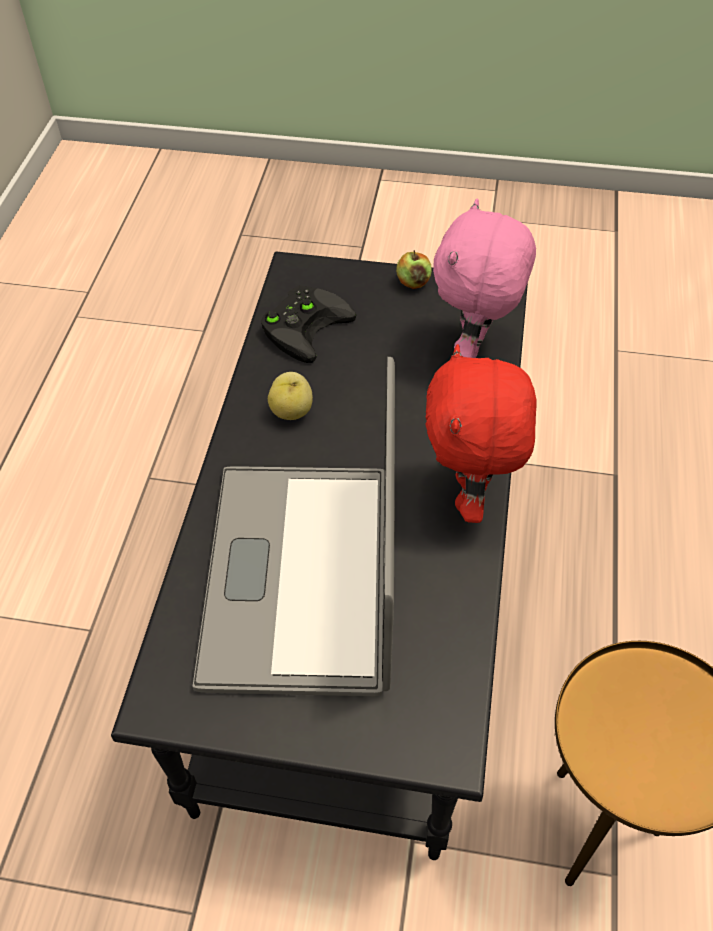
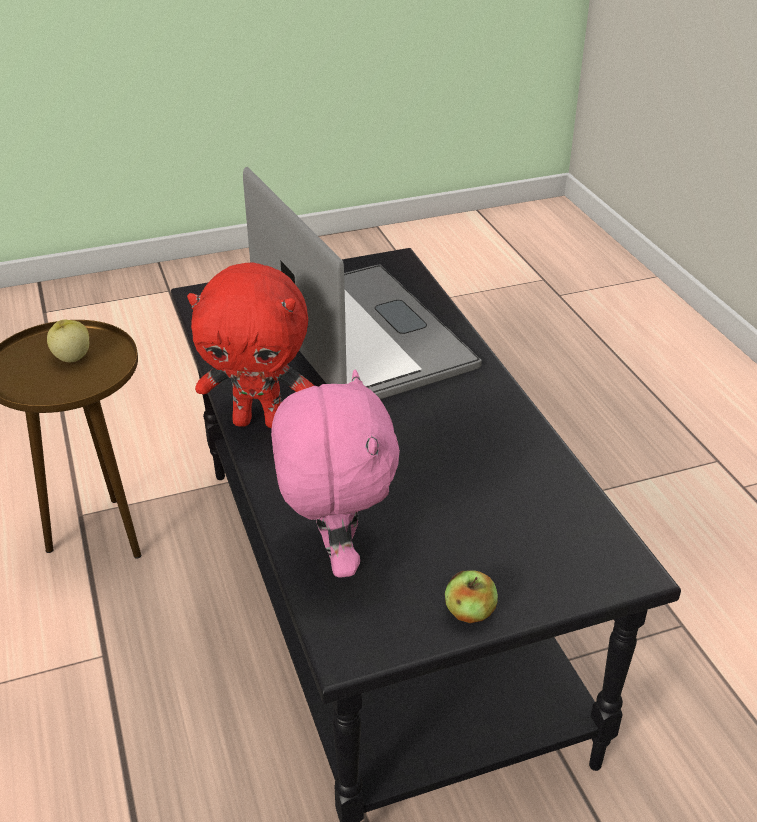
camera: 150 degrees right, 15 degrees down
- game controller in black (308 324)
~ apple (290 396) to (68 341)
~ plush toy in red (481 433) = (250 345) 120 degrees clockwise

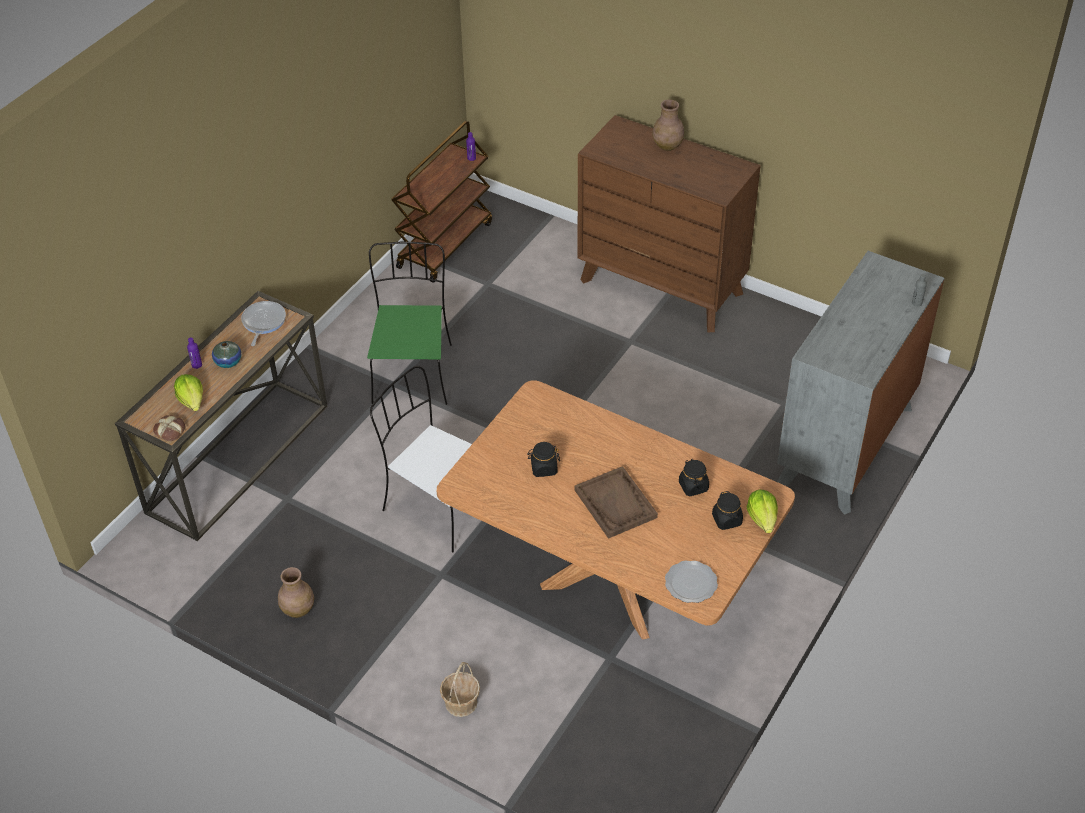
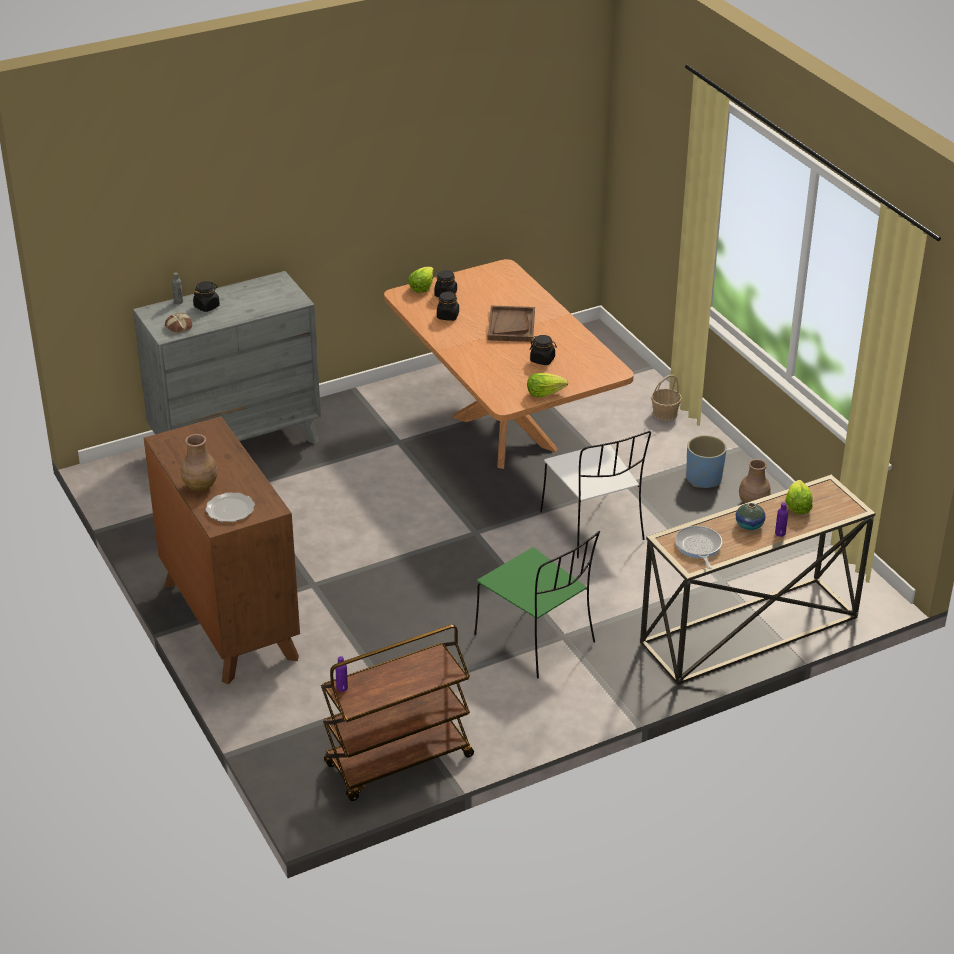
camera: 150 degrees left, 10 degrees down
+ jar in black (206 296)
+ lettuce (547 385)
+ planter in blue (706 461)
~ bread (169 428) to (178 323)
~ plate (691 582) to (230 507)
~ frying pan (263 323) = (698 547) 135 degrees clockwise
~ chair in green (409 323) = (537 605) 75 degrees counterclockwise

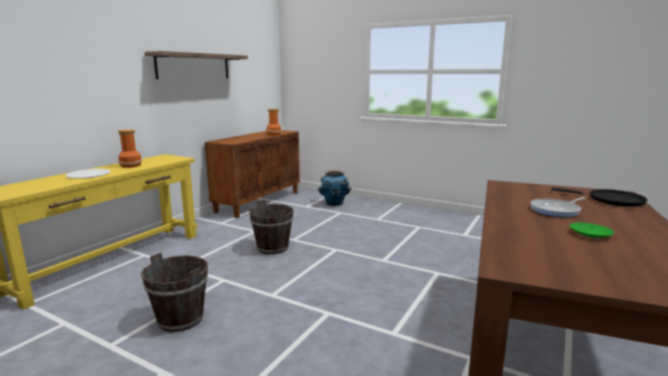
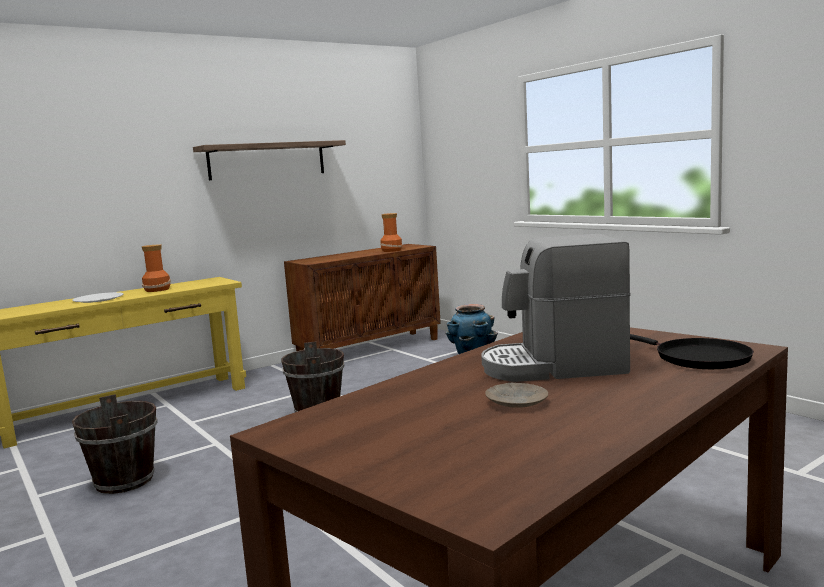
camera: 25 degrees right, 5 degrees down
~ frying pan (558 207) to coffee machine (556 308)
~ plate in green (592 230) to plate in beige (516 395)

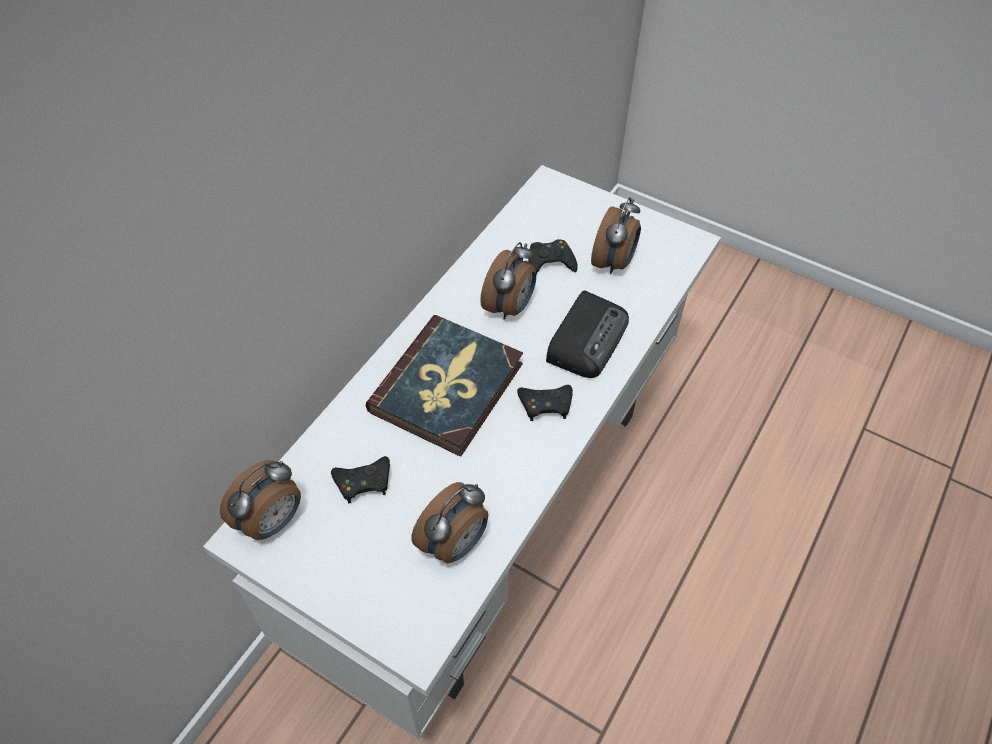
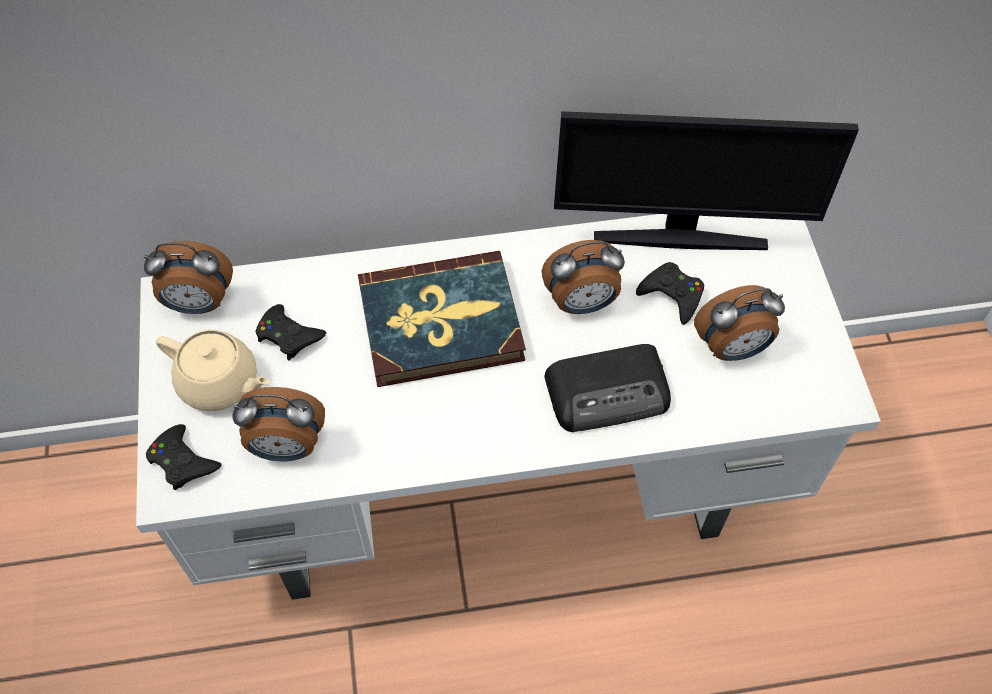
camera: 50 degrees right, 5 degrees up
+ teapot in beige (213 370)
+ monitor (706 180)
~ game controller in black (545 403) to (183 457)

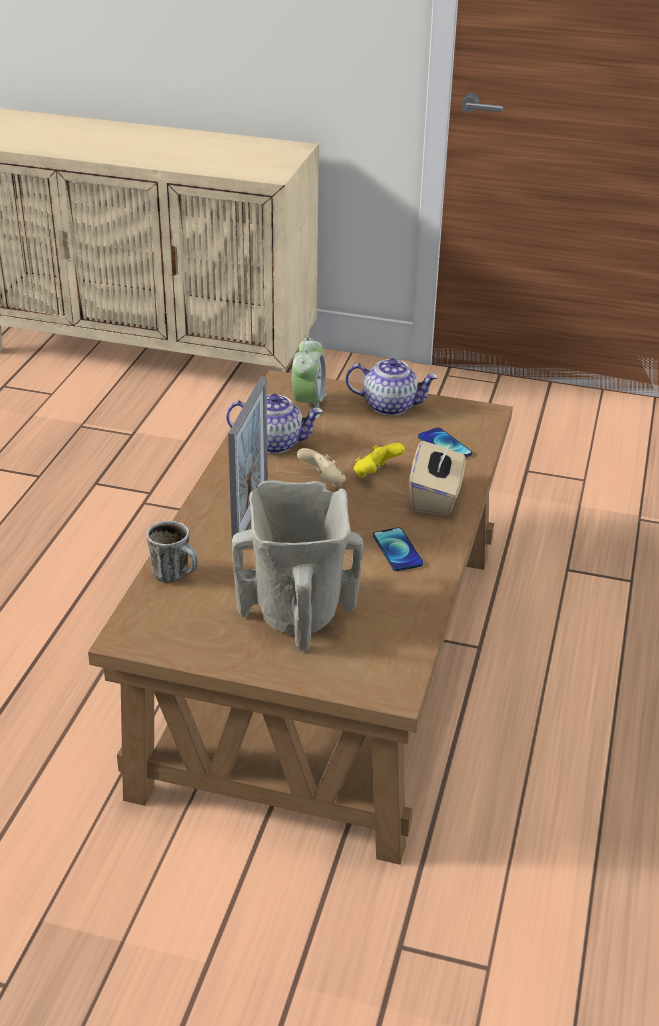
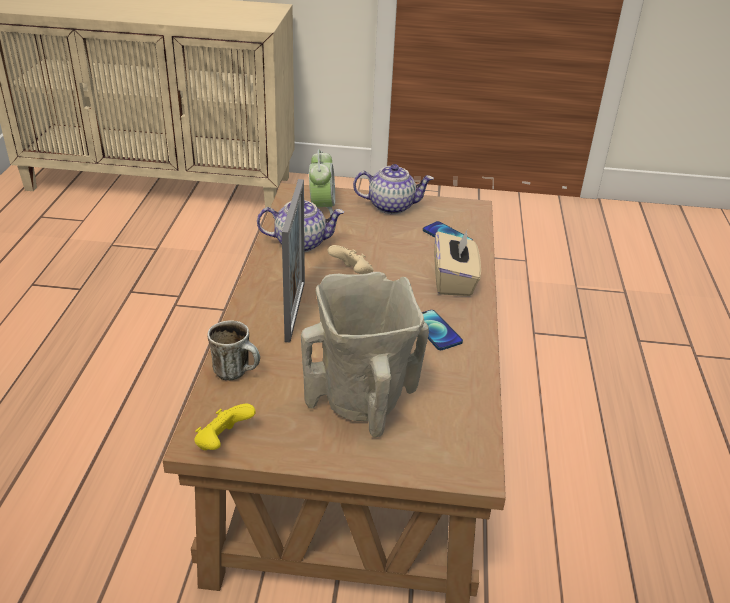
camera: 10 degrees left, 0 degrees up
~ game controller in yellow (379 460) to (225 427)

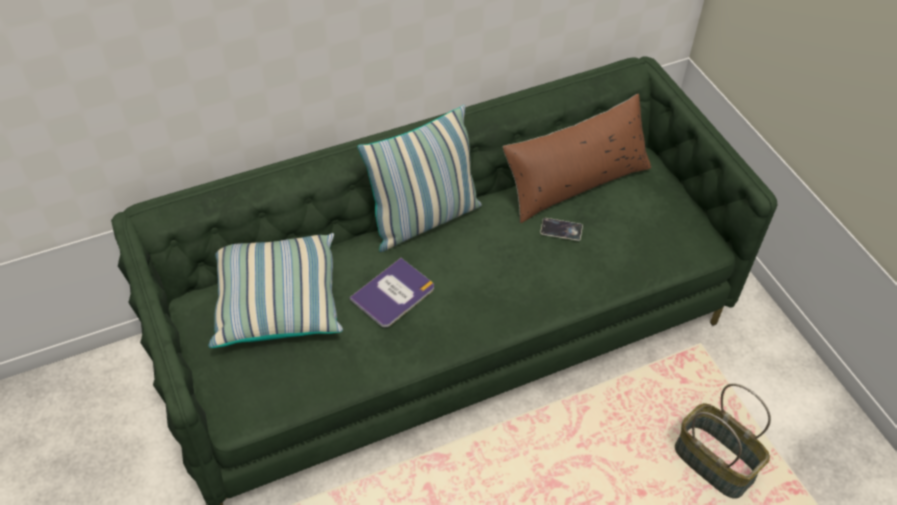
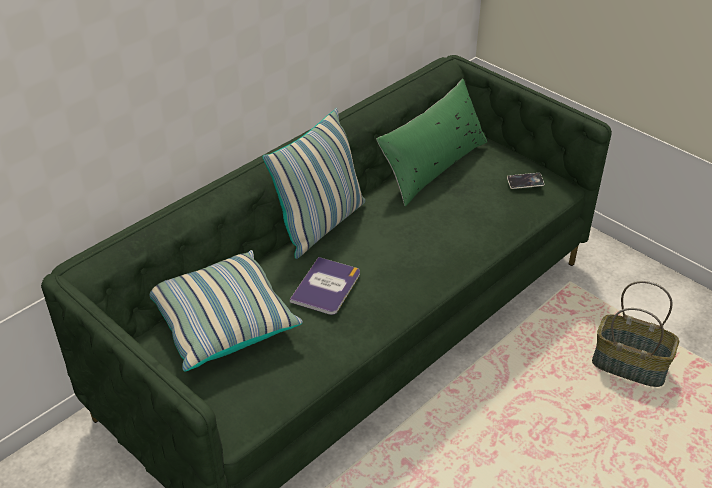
camera: 20 degrees left, 10 degrees down
~ phone (561 229) to (525 181)
~ pillow in brown (577 158) to pillow in green (431 142)

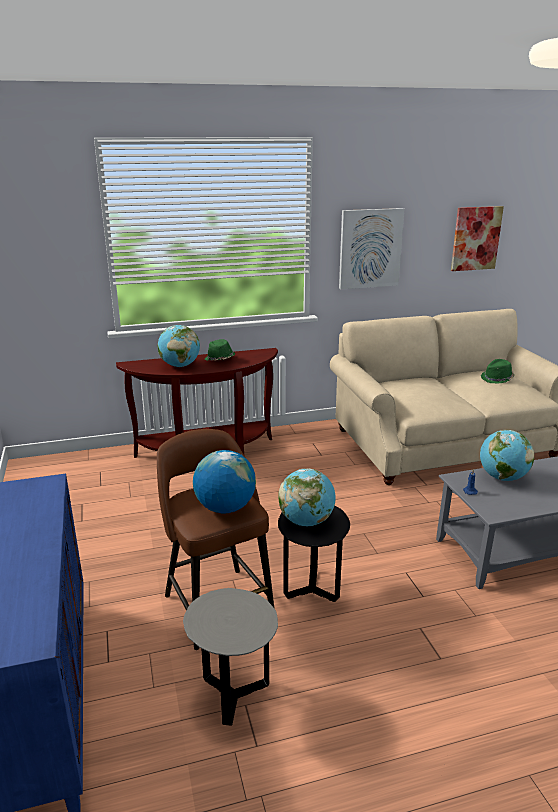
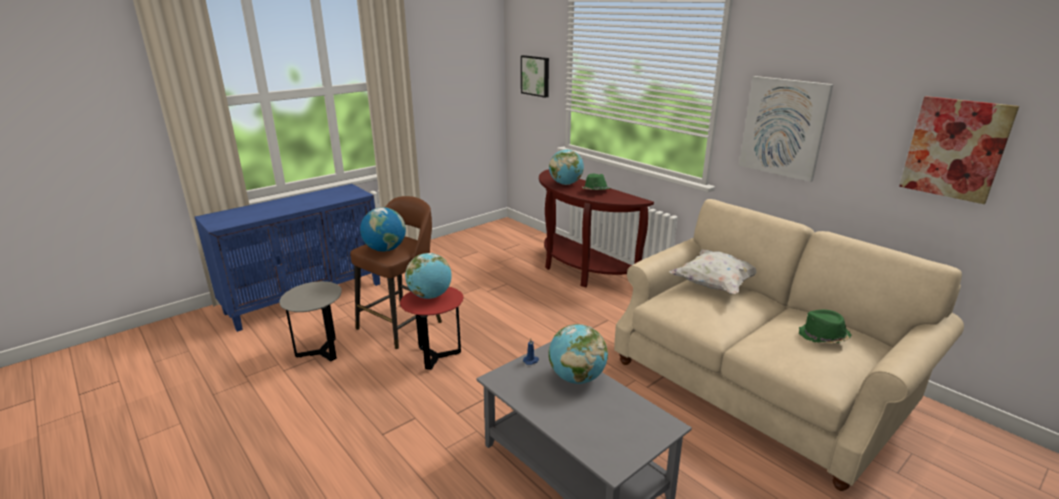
camera: 65 degrees right, 0 degrees up
+ picture (535 76)
+ pillow in white (713 272)
~ side table in black (314 554) to side table in red (432 328)

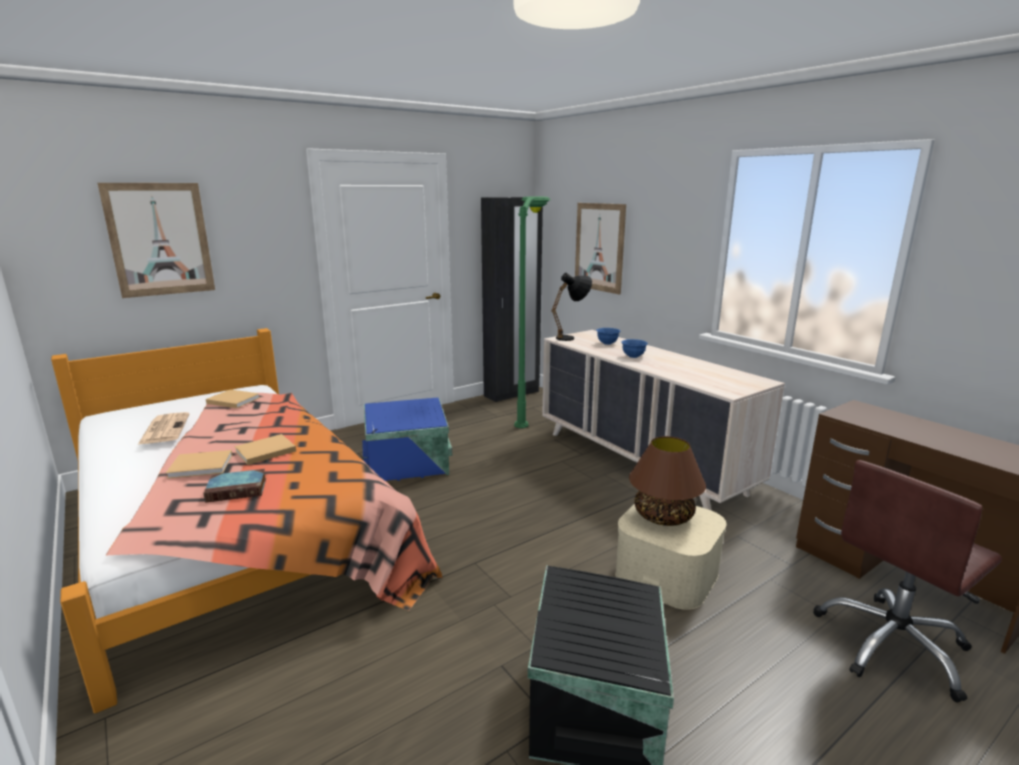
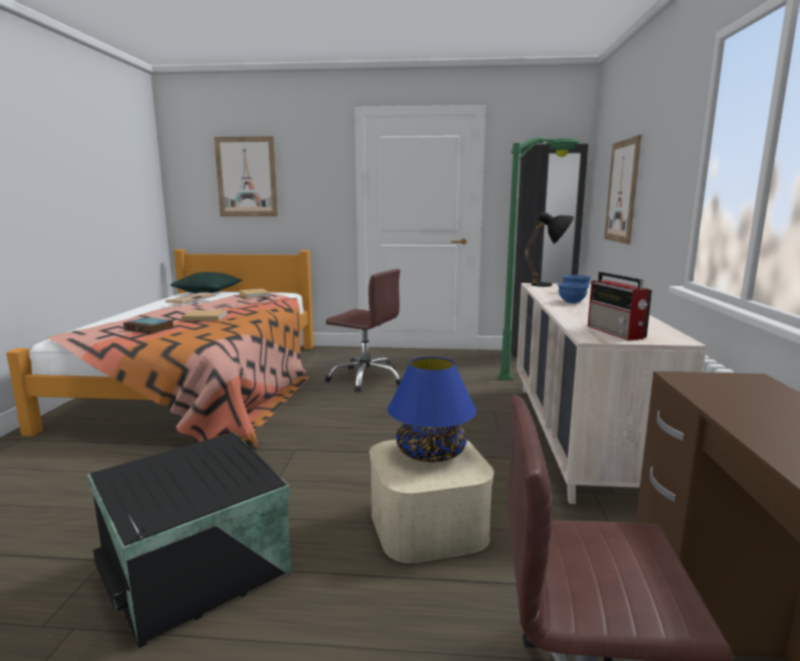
camera: 40 degrees right, 5 degrees down
- book in beige (199 464)
+ pillow in green (206 282)
+ radio (620 306)
~ storage box in blue (407 439) to office chair in brown (363 331)
~ table lamp in brown (667 481) to table lamp in blue (431 409)

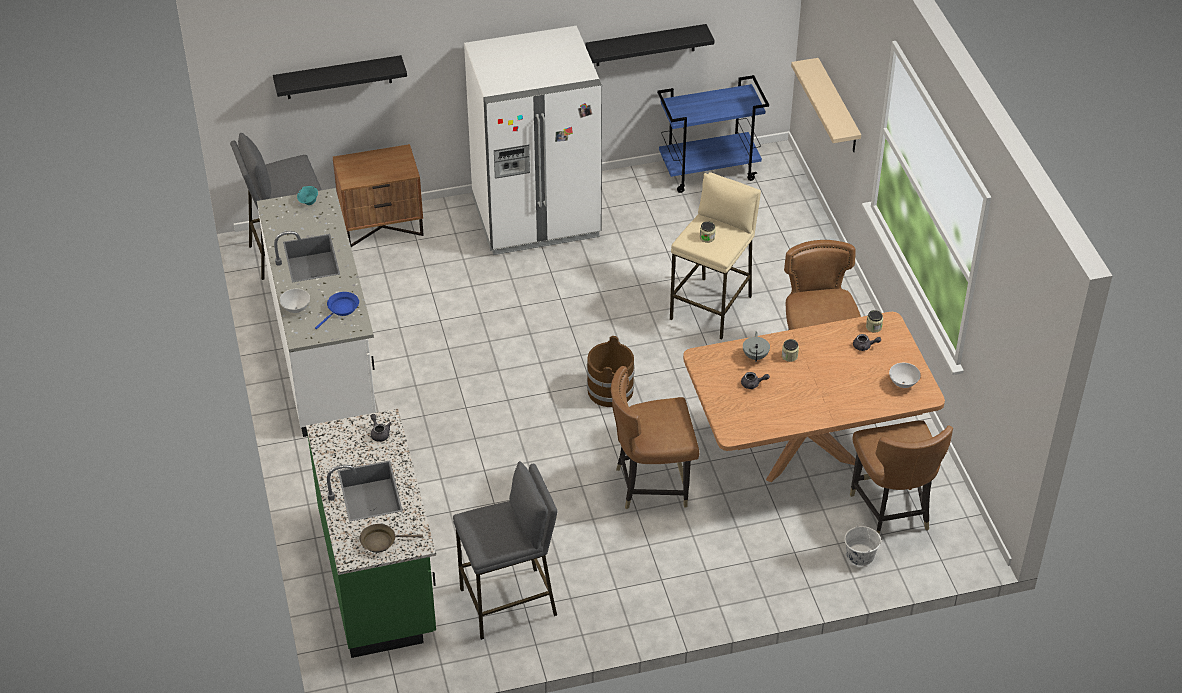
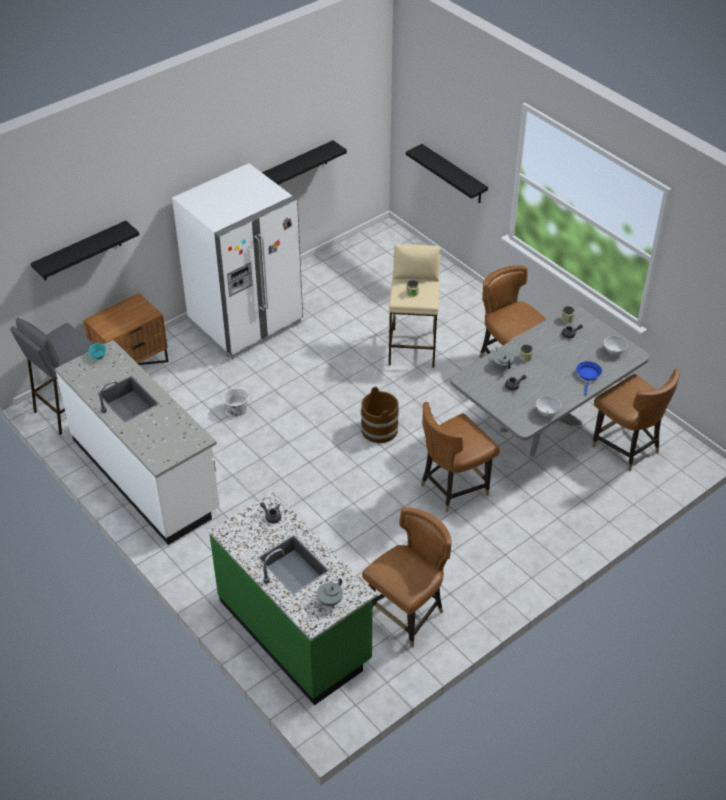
camera: 25 degrees left, 0 degrees up
- cart in blue (713 134)
~ bowl in white (295 301) to (548 406)
~ frying pan in blue (337 311) to (589 378)
~ bucket in white (862 544) to (236 400)
~ frying pan in brown (391 538) to teapot in grey (329 592)
~ stool in grey (505 550) to chair in brown (407 577)
~ dining table in brown (814 397) to dining table in grey (549 381)
~ shelf in beige (826 105) to shelf in black (447 173)

